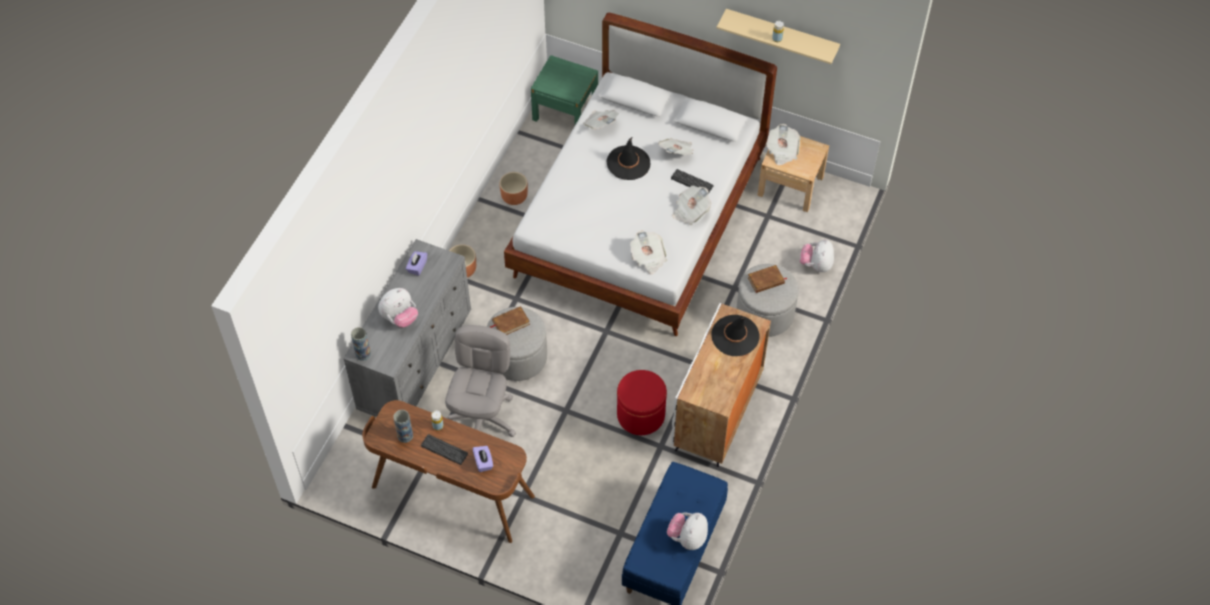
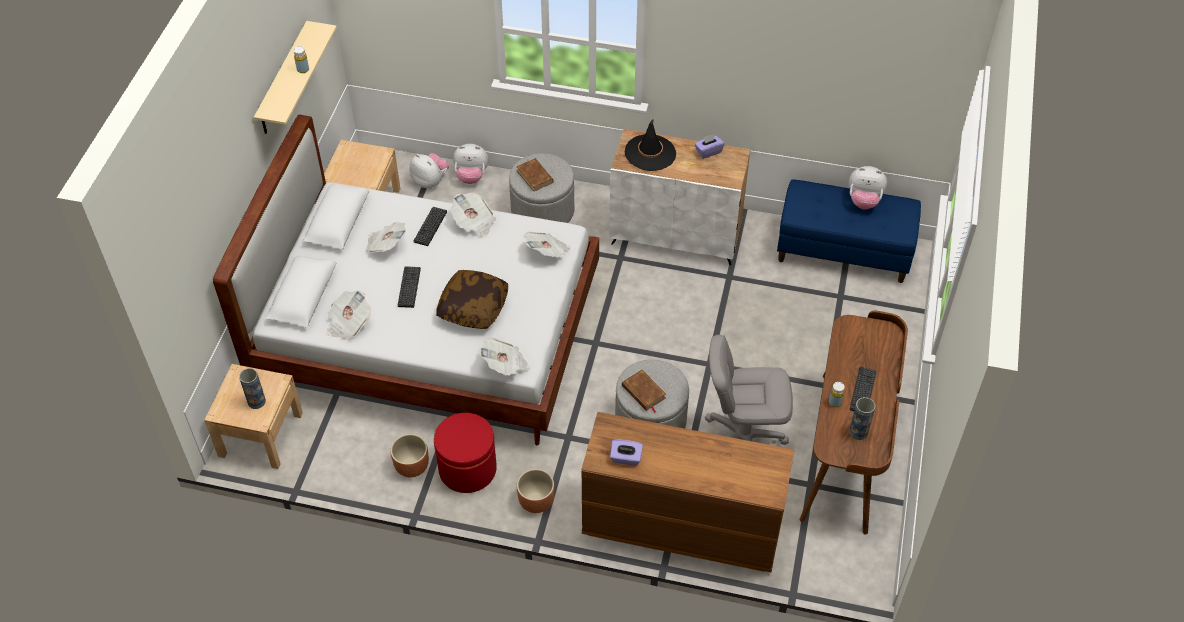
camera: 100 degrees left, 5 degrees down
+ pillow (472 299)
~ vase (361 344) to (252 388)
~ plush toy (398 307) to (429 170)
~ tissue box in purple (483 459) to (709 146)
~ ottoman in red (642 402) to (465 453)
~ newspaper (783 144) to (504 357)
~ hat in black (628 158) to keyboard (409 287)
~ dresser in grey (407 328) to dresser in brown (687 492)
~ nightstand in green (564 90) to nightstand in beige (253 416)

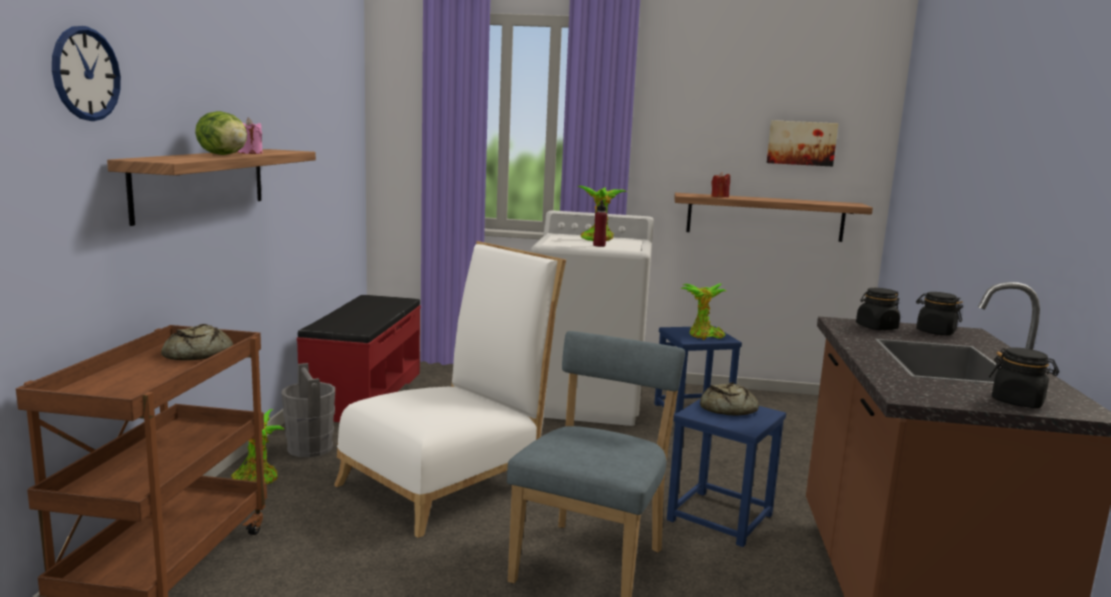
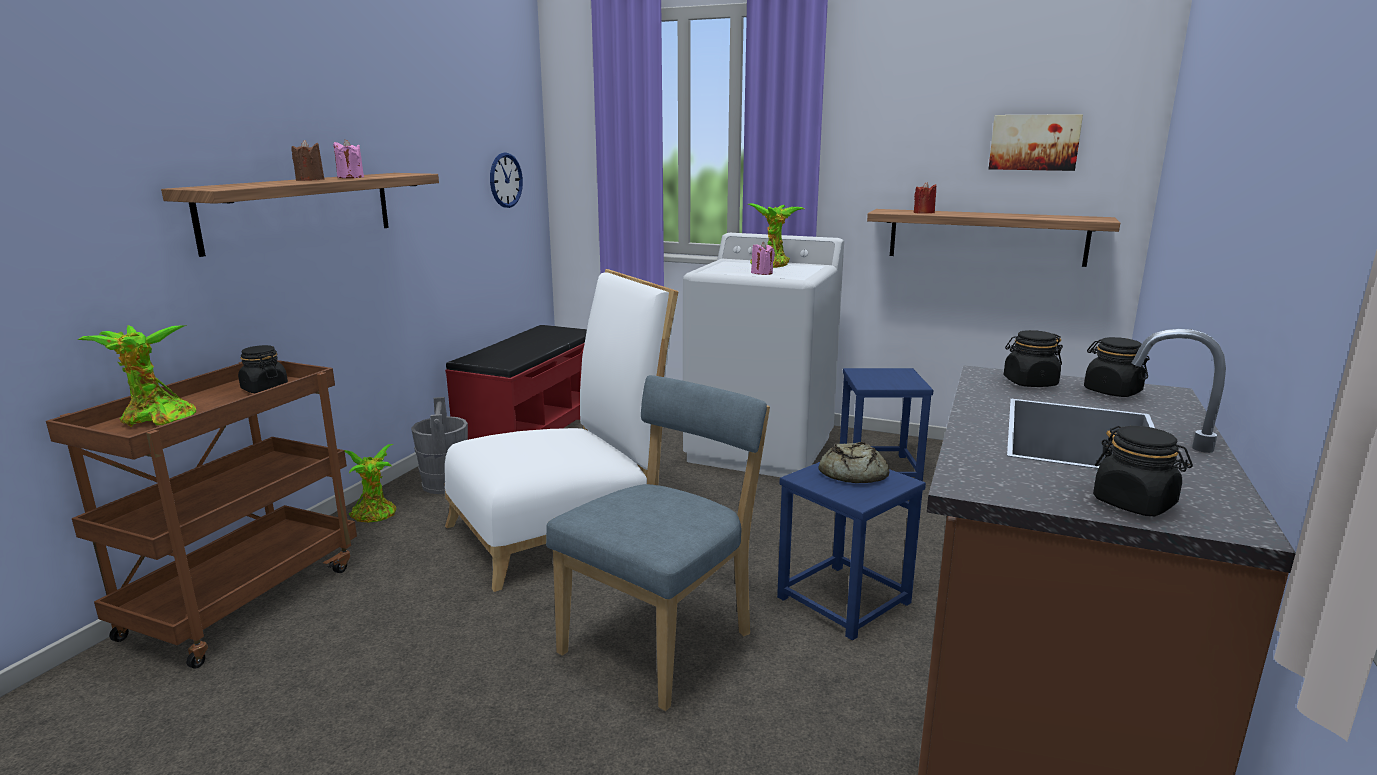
camera: 15 degrees right, 5 degrees up
~ wall clock (86 73) to (506 180)
~ potted plant (703 311) to (137 376)
~ bread (197 342) to jar in black (263 369)
~ lettuce (221 133) to candle in brown (308 160)
~ bottle in red (600 223) to candle in pink (763 258)

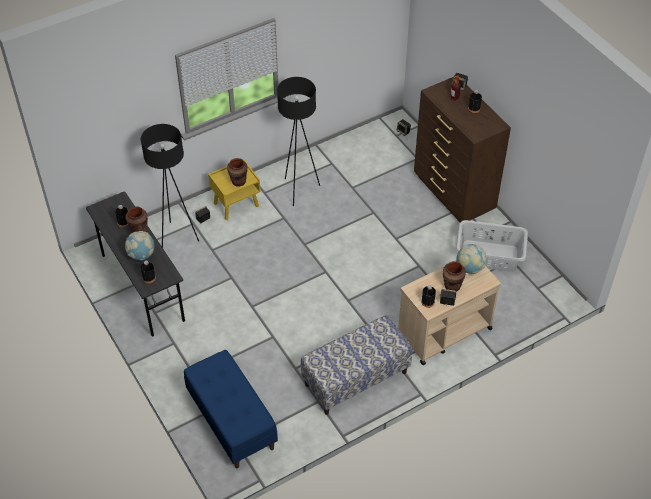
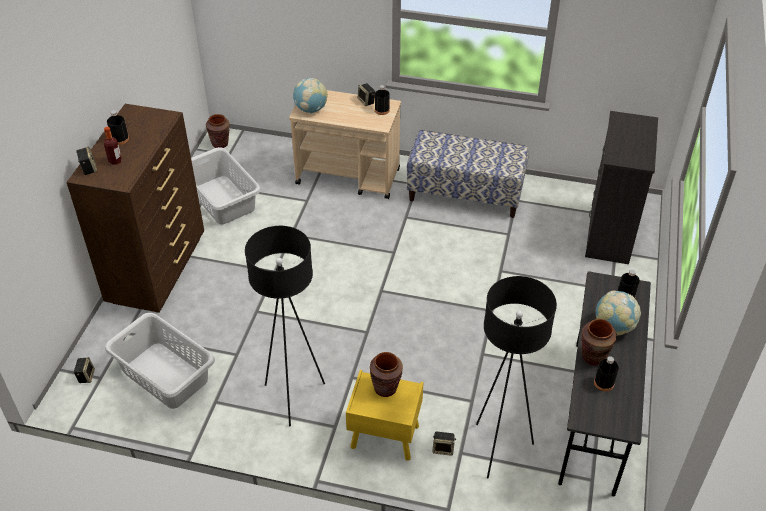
camera: 135 degrees left, 5 degrees down
+ laundry basket in grey (160 361)
~ vase in brown (454 276) to (218 131)
~ bench in blue (231 409) to dresser in black (621 187)

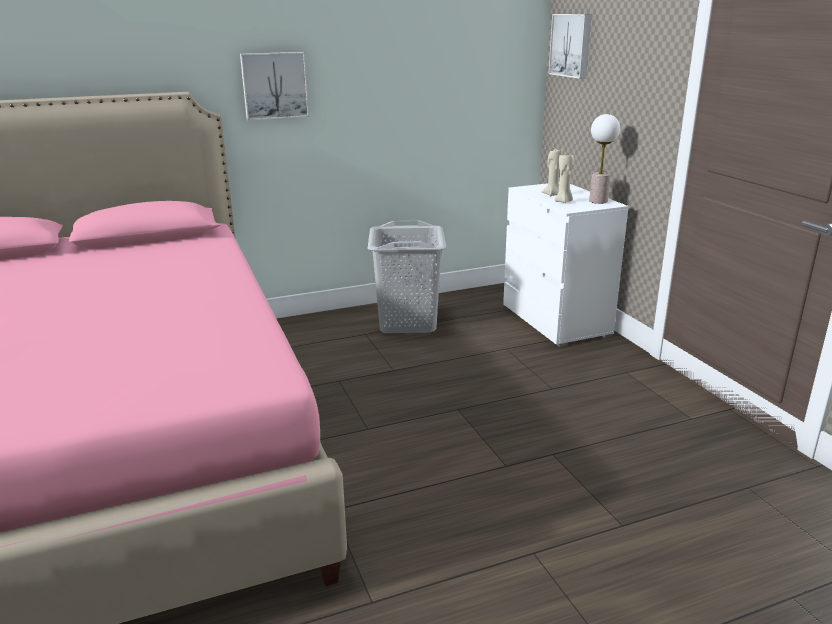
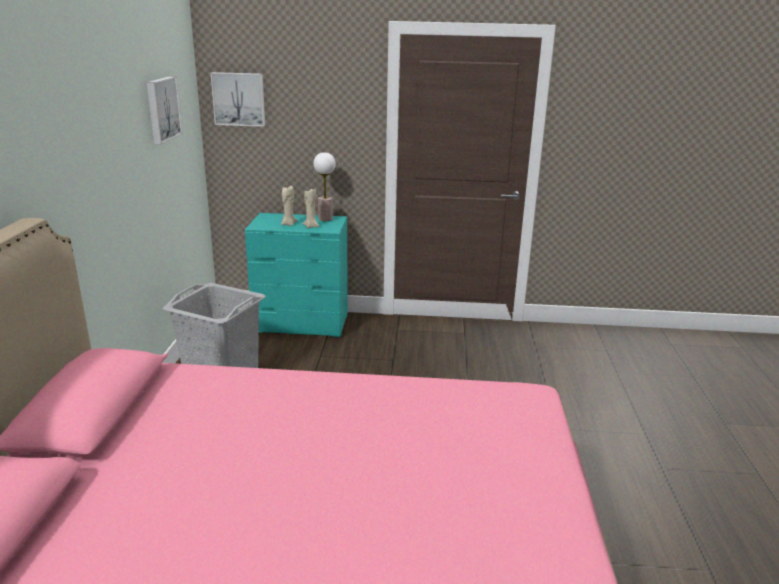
camera: 65 degrees left, 0 degrees up
~ picture (274 86) to (164 110)
~ dresser in white (566 265) to dresser in turquoise (296 275)

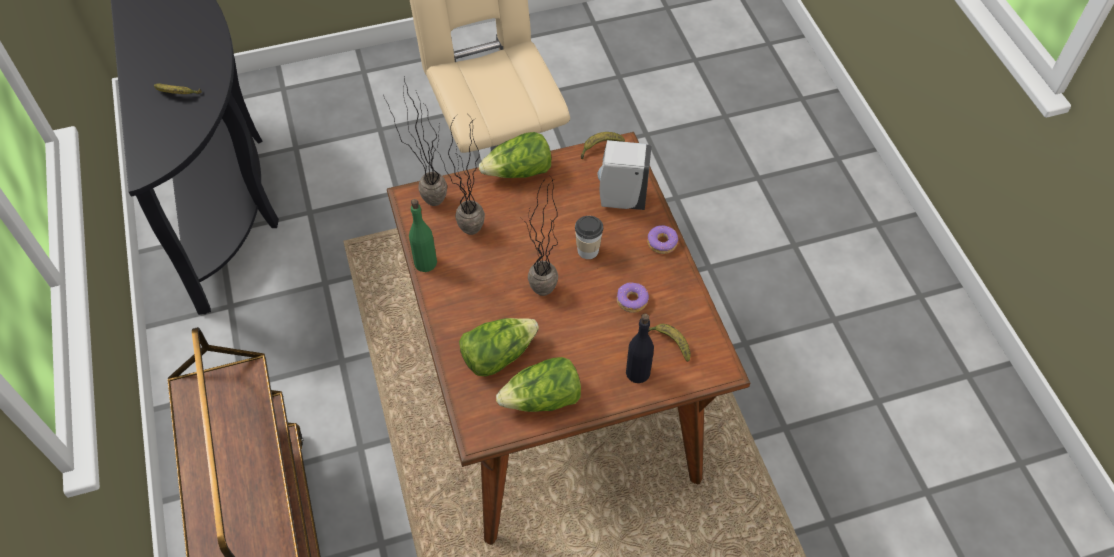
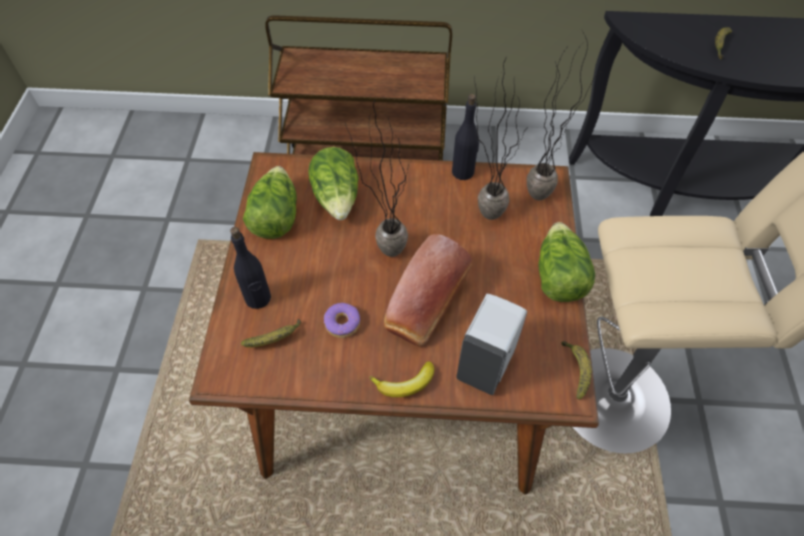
camera: 110 degrees right, 0 degrees up
~ cup (589 237) to bread (428 290)
~ donut (662 239) to banana (401 379)
~ bottle in green (423 235) to bottle in black (465 137)

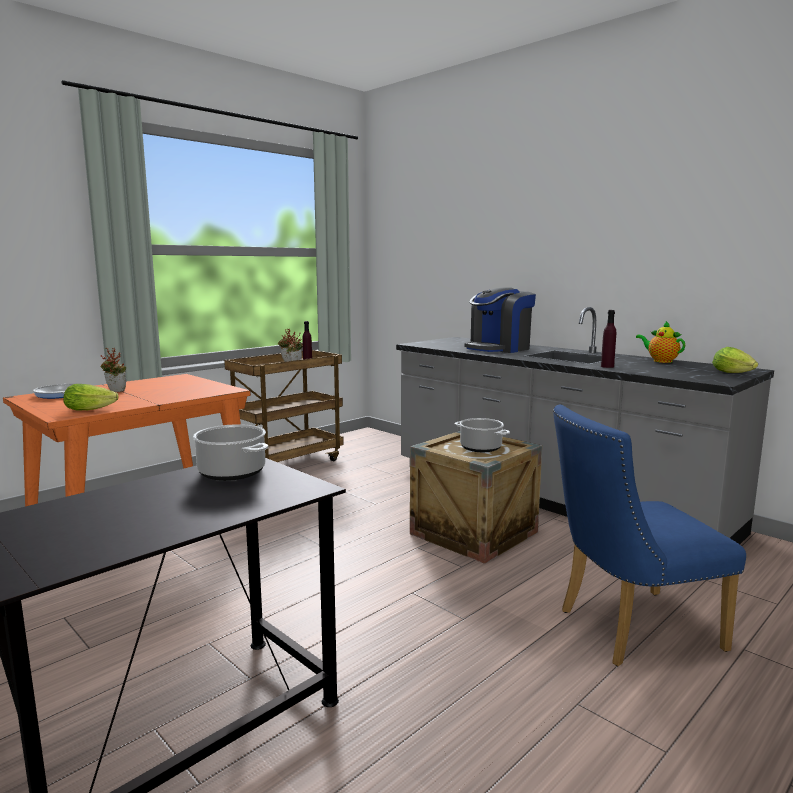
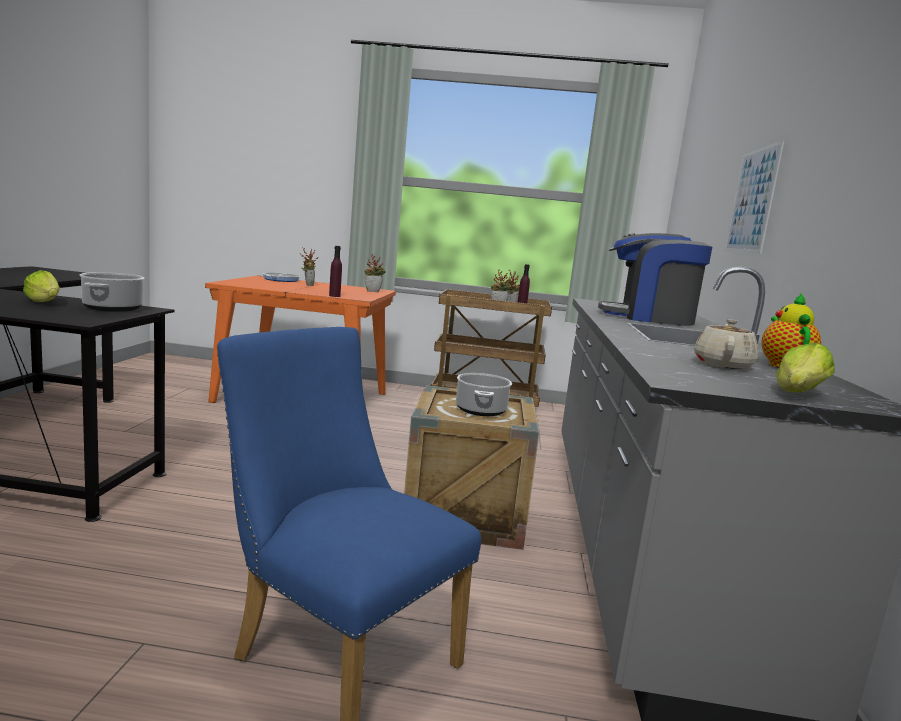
camera: 50 degrees right, 0 degrees up
+ potted plant (375 273)
+ teapot in beige (726 344)
+ picture (755 196)
~ lettuce (90 397) to (41 286)
~ bottle in purple (608 339) to (335 271)

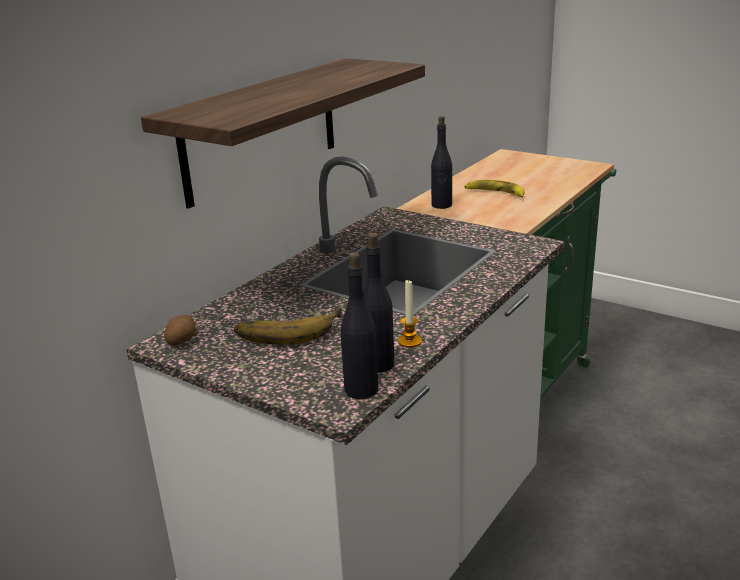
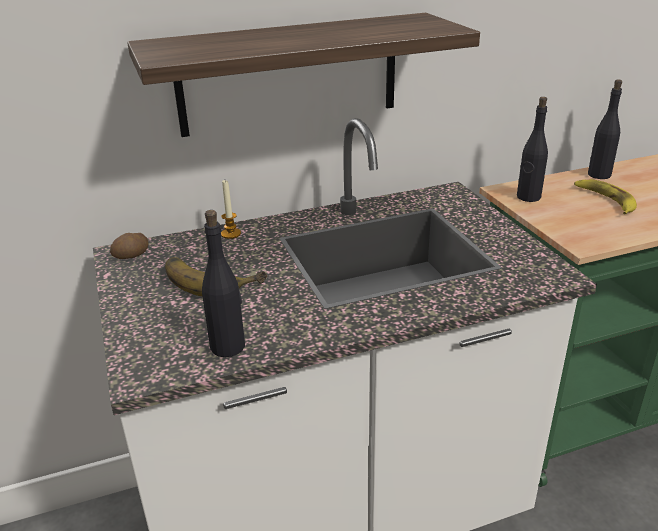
camera: 35 degrees right, 5 degrees up
~ bottle in black (359 325) to (605 129)
~ candle (410 313) to (231 209)

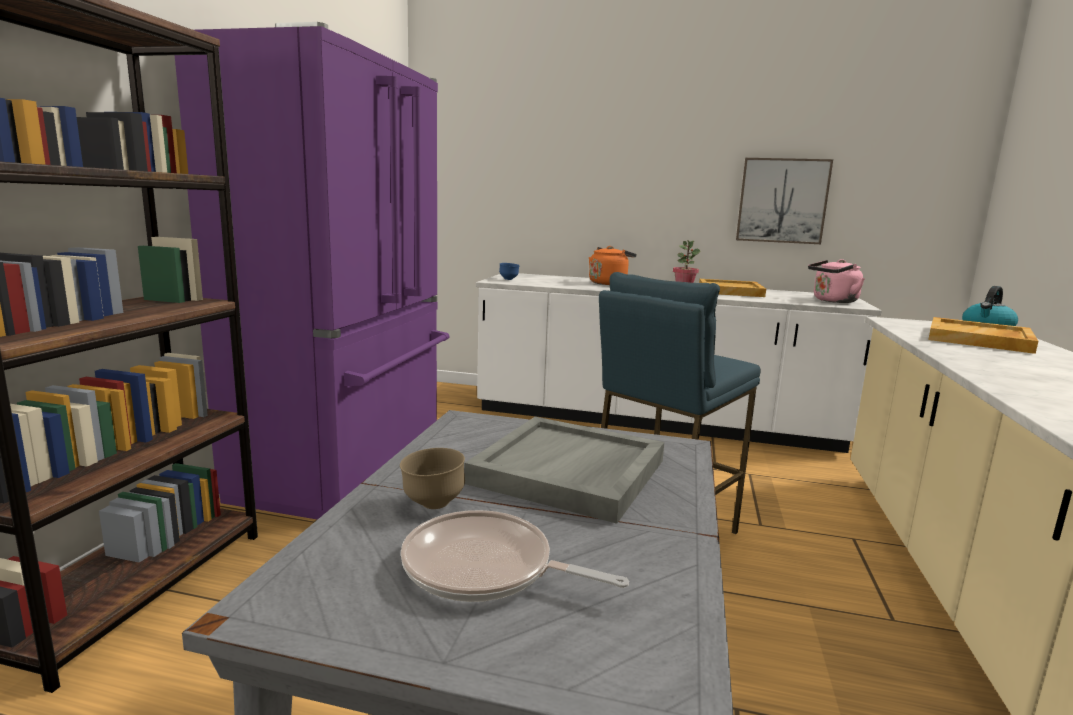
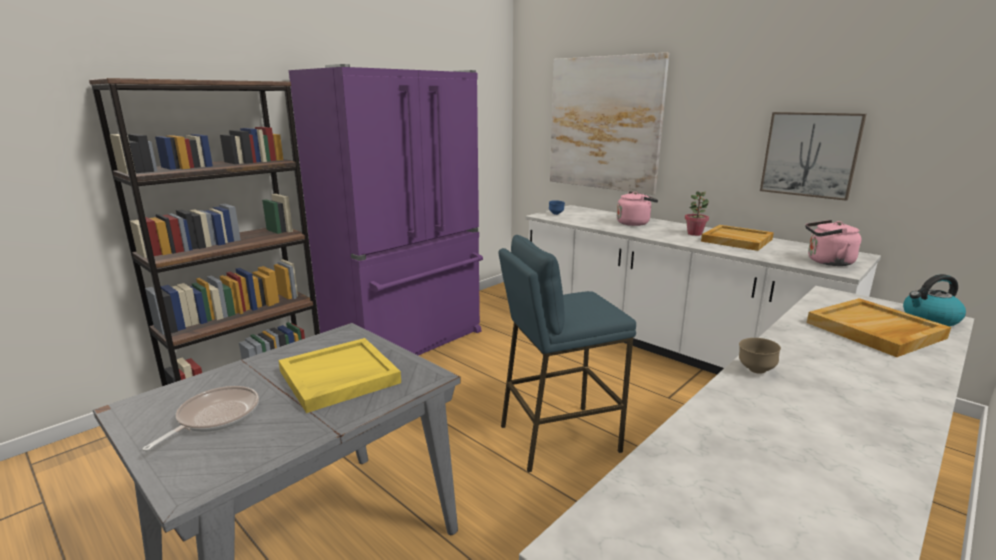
camera: 30 degrees right, 5 degrees up
+ picture (609 124)
~ bowl in brown (432 478) to (760 356)
~ tray in grey (564 470) to tray in yellow (339 375)
~ kettle in orange (613 265) to kettle in pink (637 208)
~ frying pan (515 556) = (200 418) 60 degrees clockwise

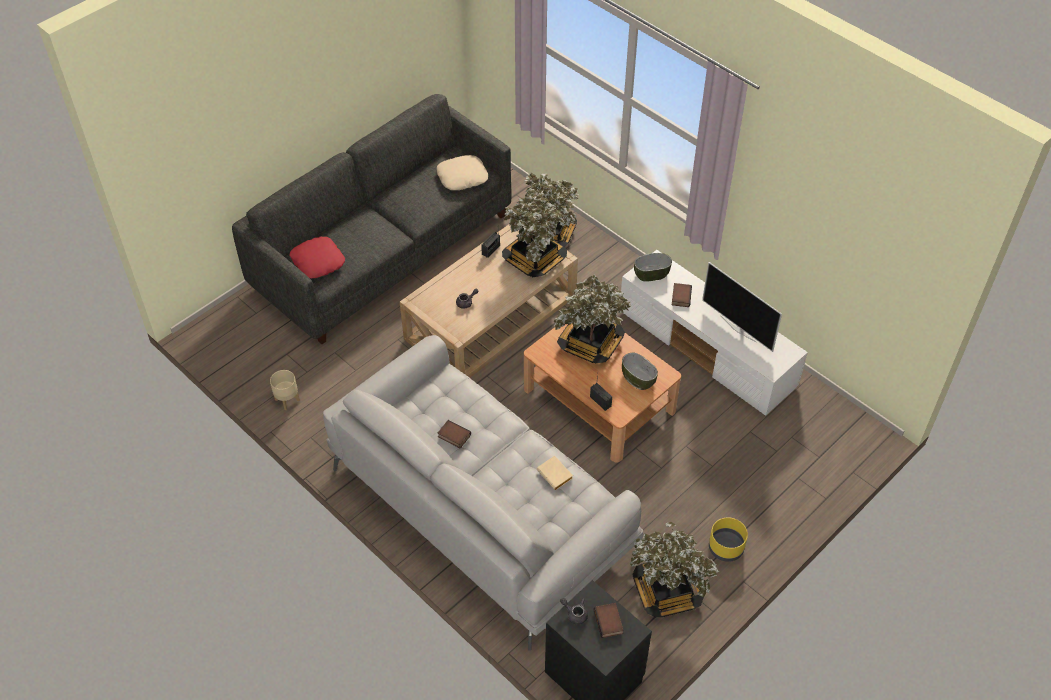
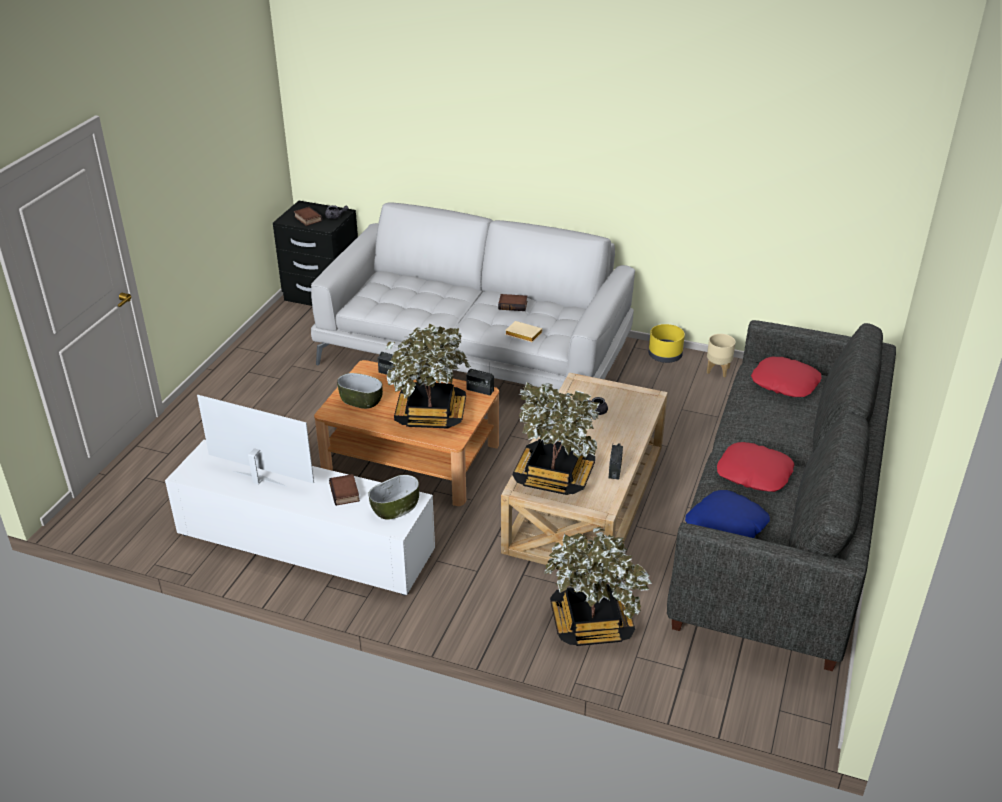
camera: 155 degrees right, 15 degrees down
- potted plant (674 569)
+ radio (480 378)
+ pillow in red (756 467)
~ book in beige (555 473) to (524 331)
~ planter in yellow (728 539) to (667 343)
~ pillow in beige (462 172) to pillow in blue (727 514)

